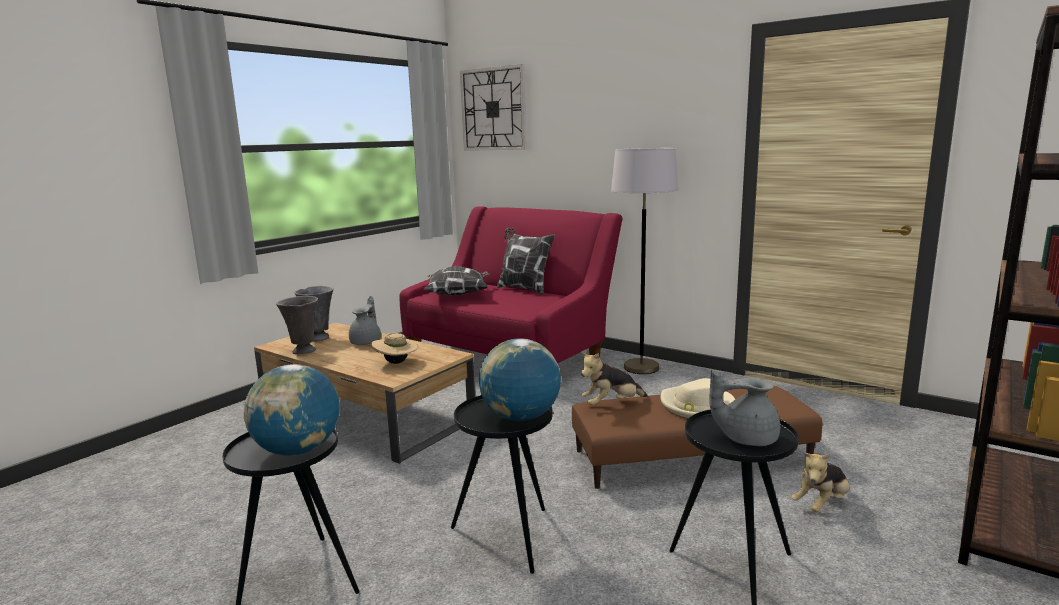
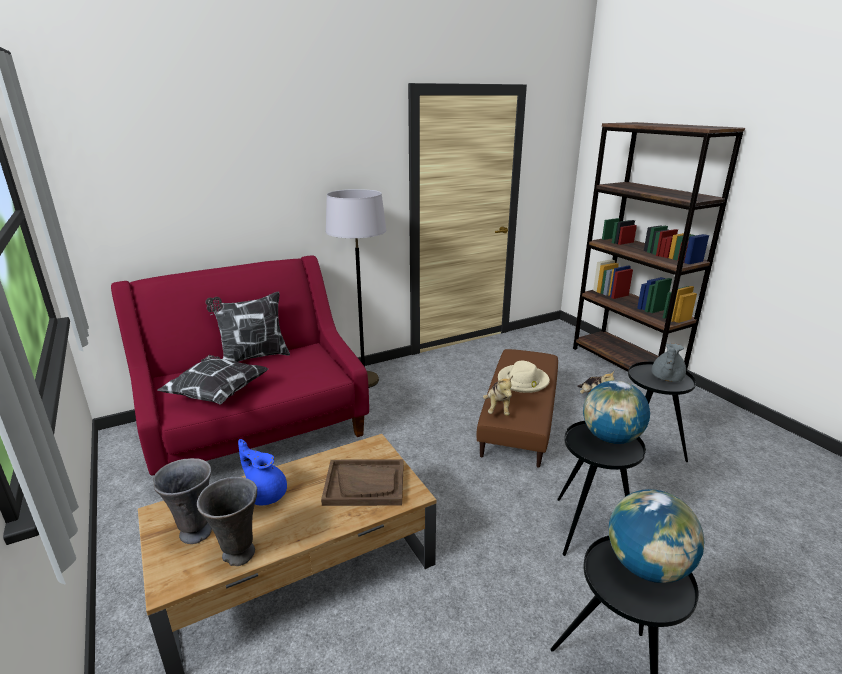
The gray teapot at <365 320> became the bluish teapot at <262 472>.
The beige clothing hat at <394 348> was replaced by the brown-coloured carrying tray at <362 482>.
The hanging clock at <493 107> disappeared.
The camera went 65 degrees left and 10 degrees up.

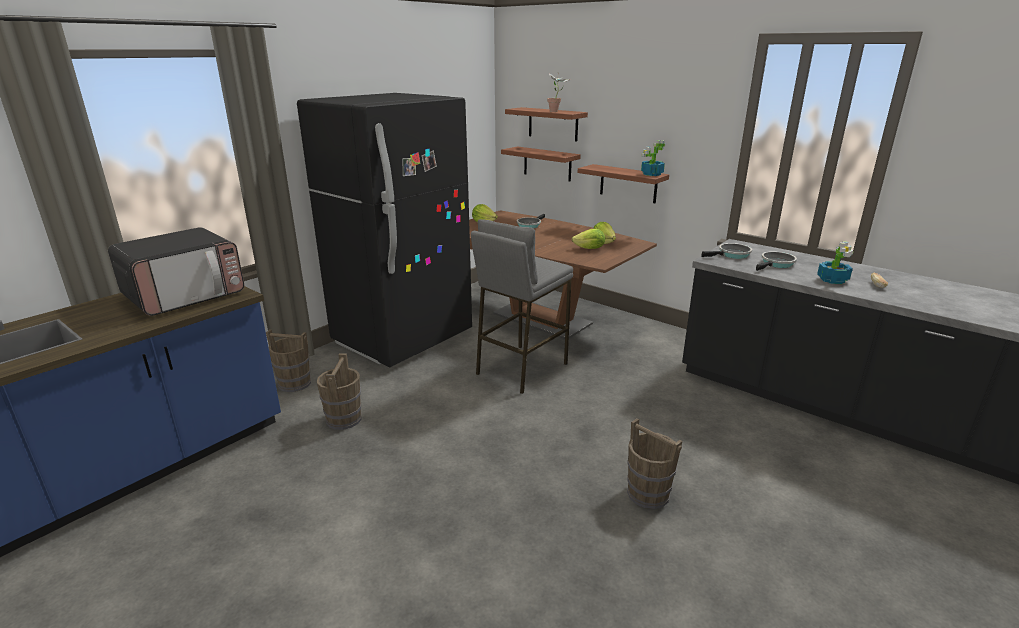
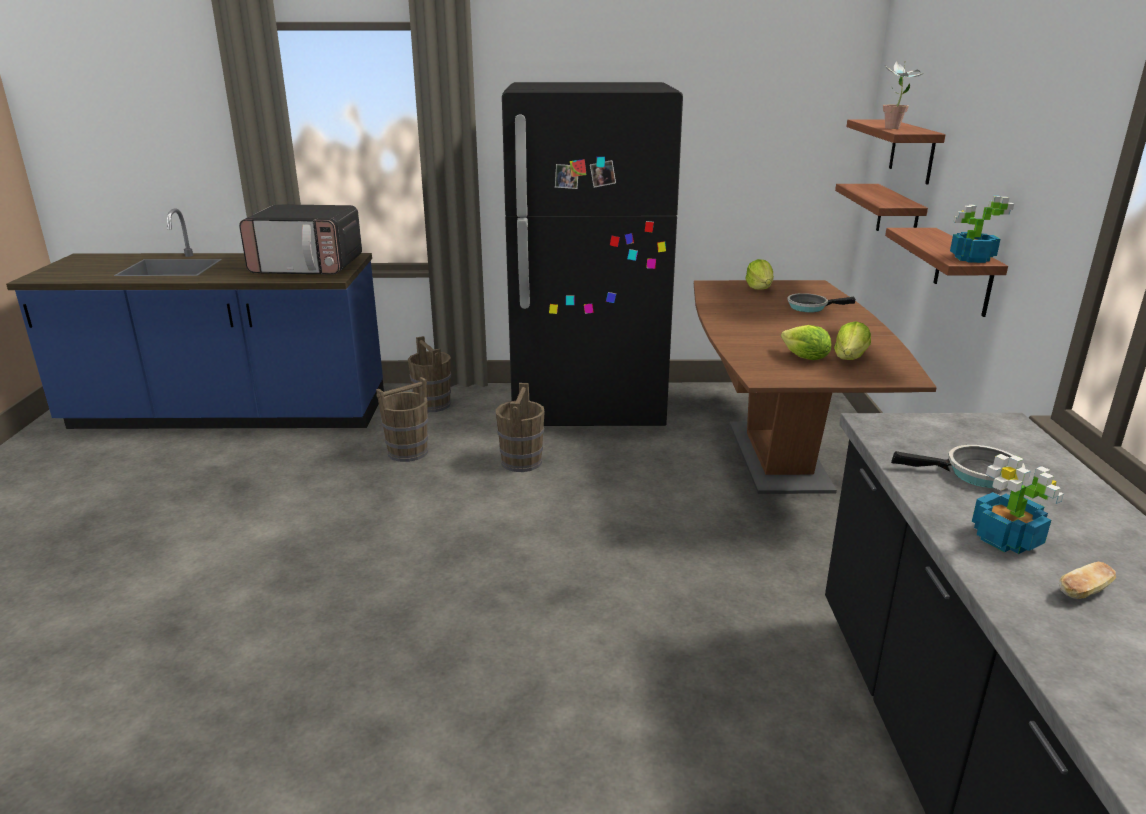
The brown-coloured pail moved from <655 463> to <520 427>.
The gray stool seat at <522 306> disappeared.
The frying pan at <726 251> disappeared.
The camera went 50 degrees right and 0 degrees up.

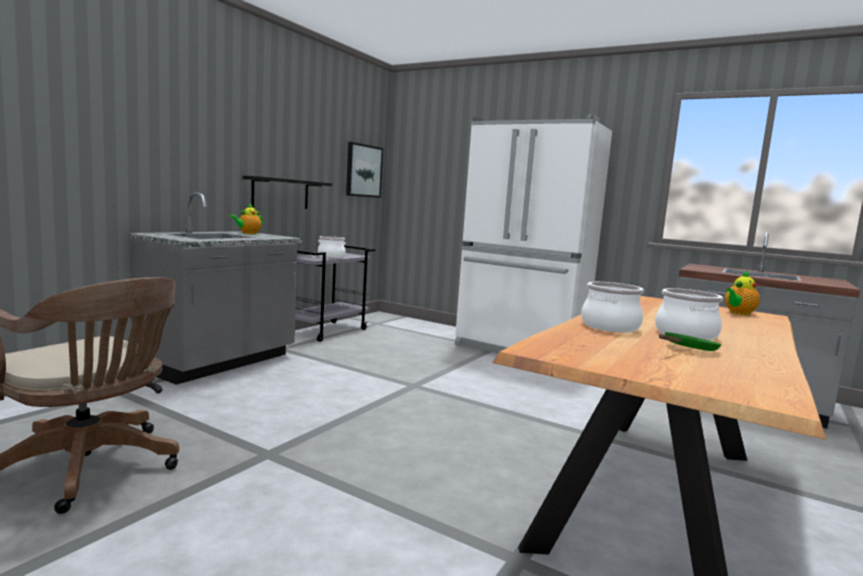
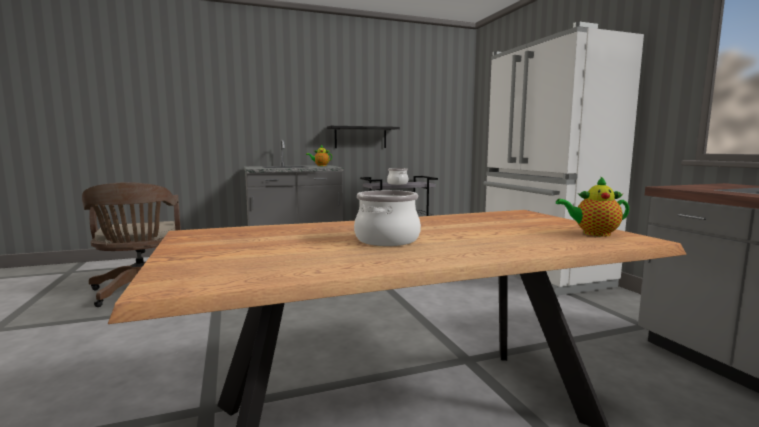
The picture at <364 170> disappeared.
The saucepot at <612 307> disappeared.
The green-coloured frying pan at <690 341> disappeared.
The camera went 40 degrees right and 0 degrees up.

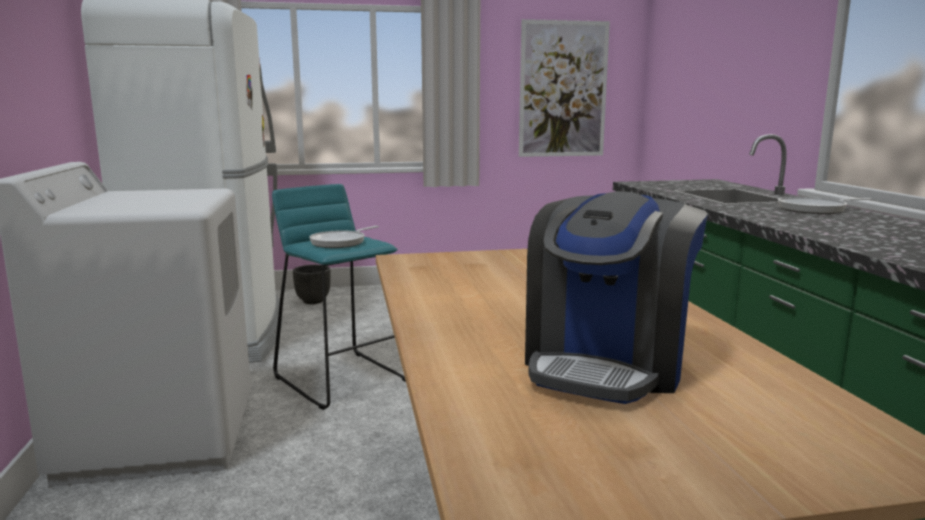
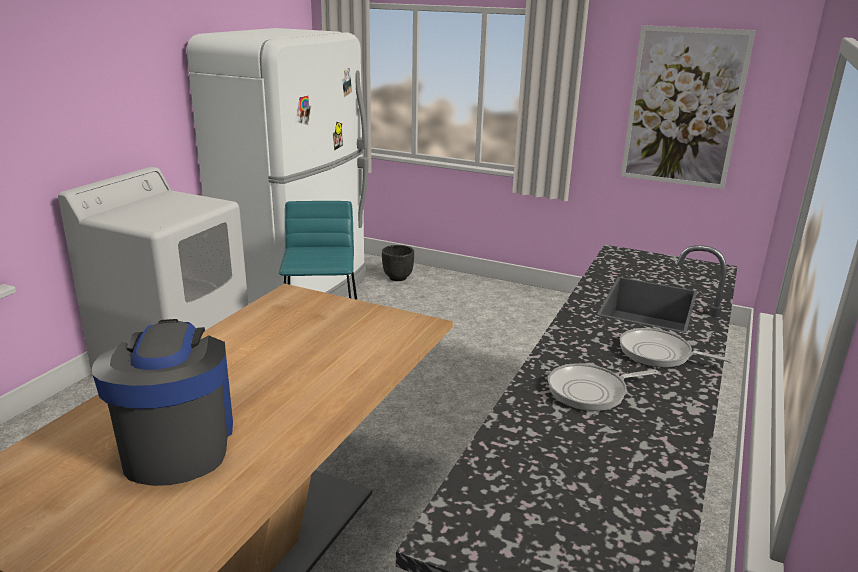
The coffee brewer at <616 297> turned 105 degrees clockwise.
The frying pan moved from <344 237> to <603 387>.
The camera went 35 degrees right and 10 degrees up.

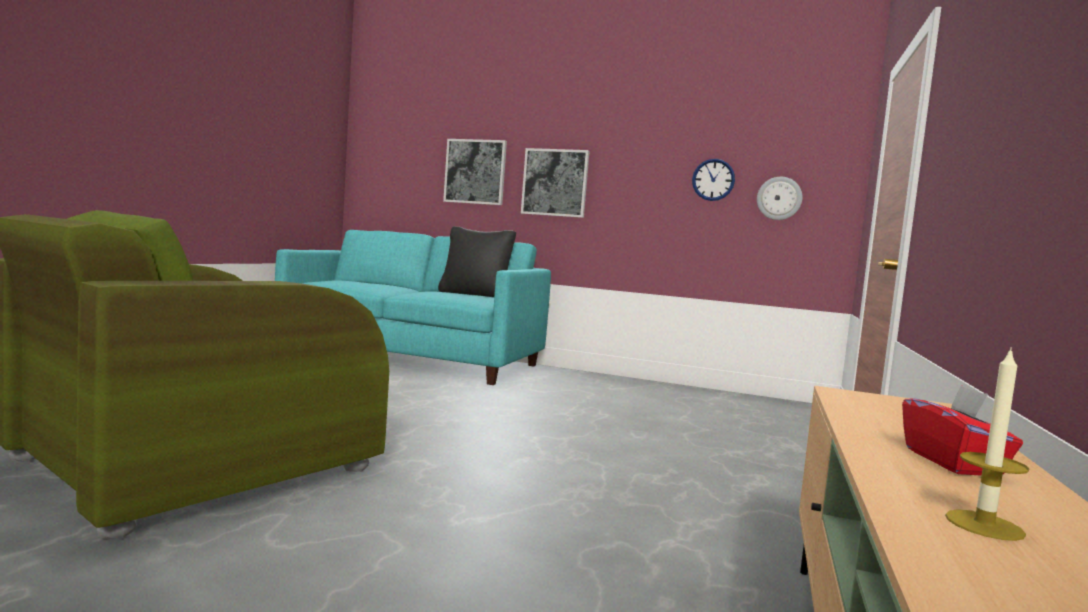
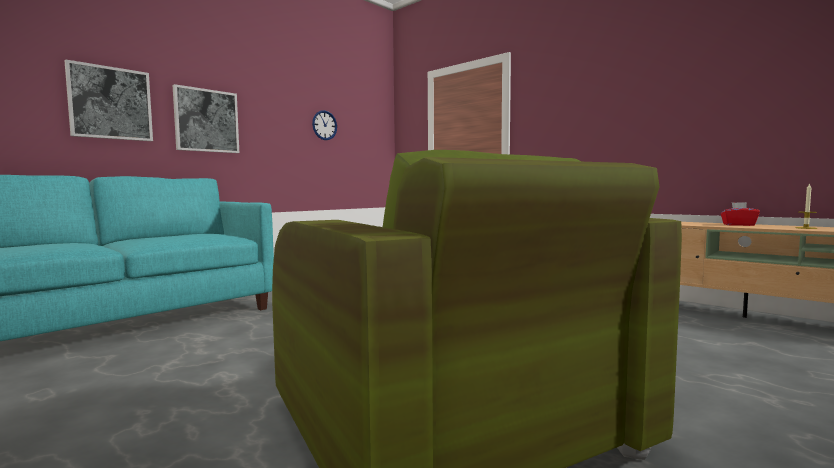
The black throw pillow at <477 261> disappeared.
The hanging clock at <779 198> disappeared.
The camera went 65 degrees left and 0 degrees up.

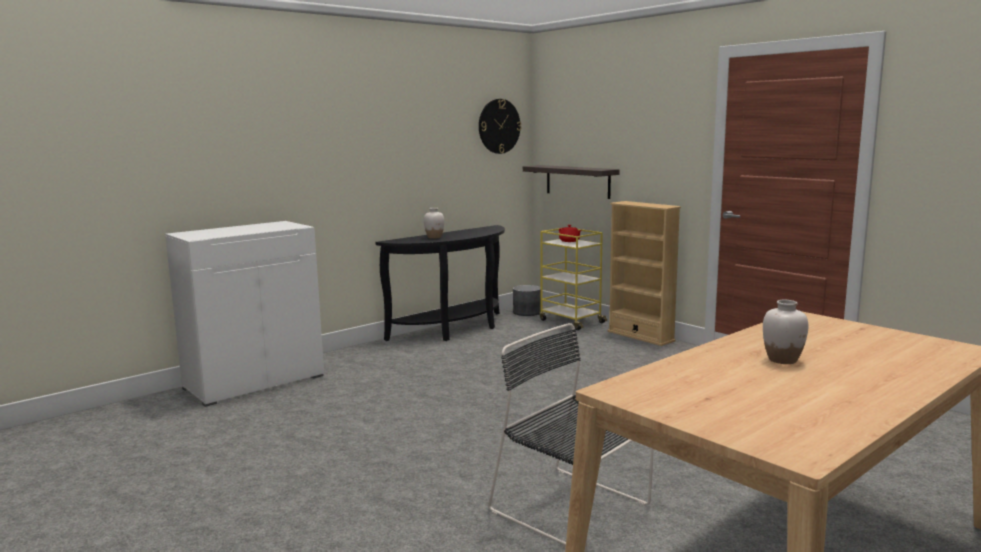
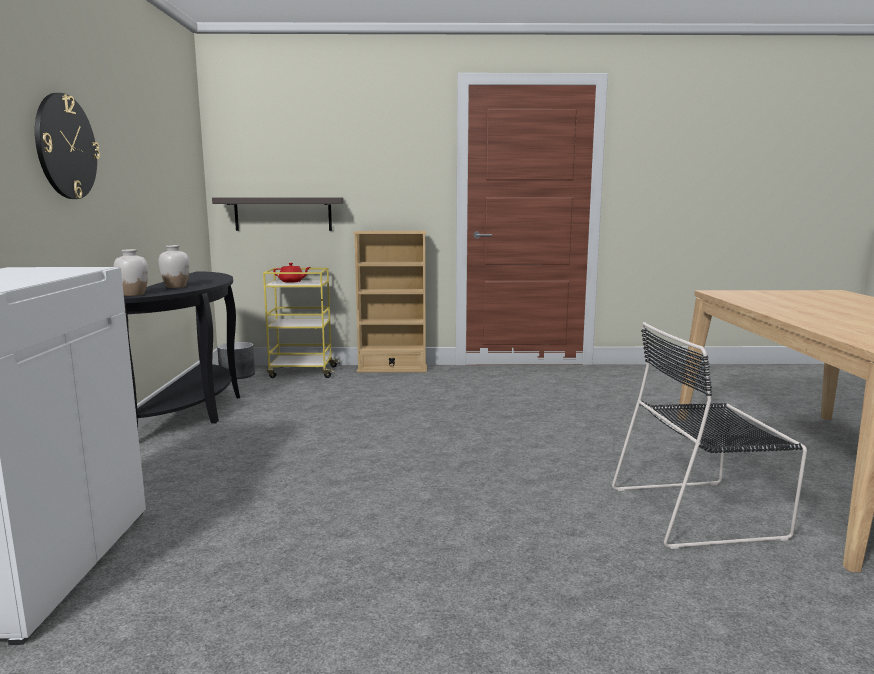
The hanging clock moved from <500 126> to <67 146>.
The white-coloured flower vase moved from <785 332> to <131 272>.
The camera went 50 degrees left and 0 degrees up.

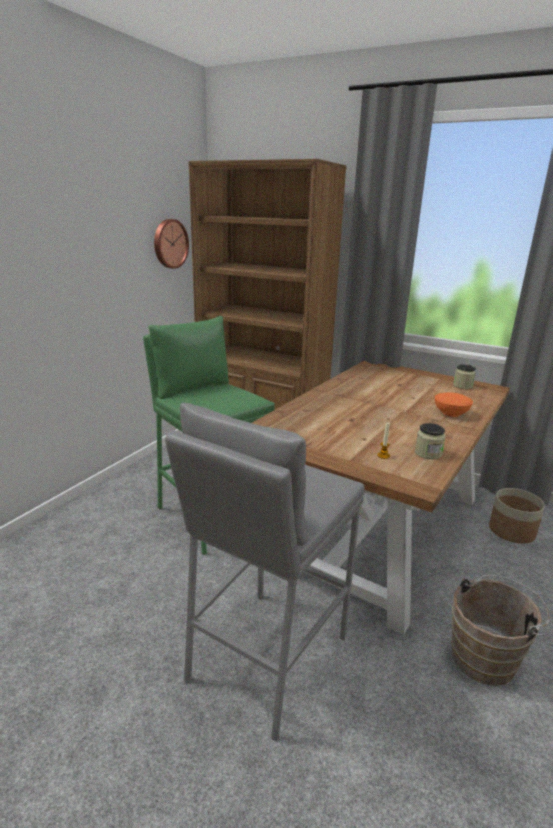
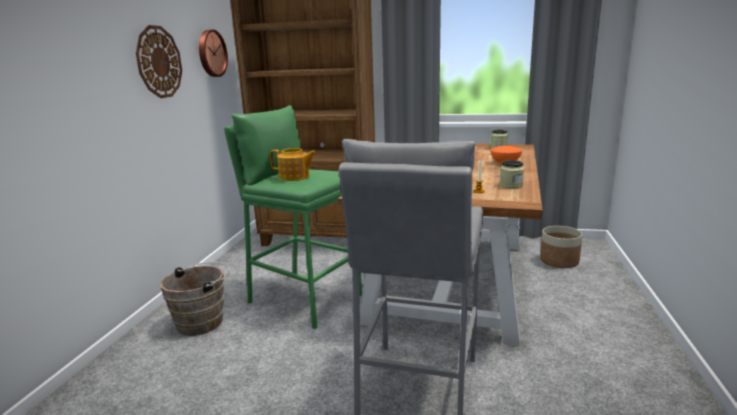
The hanging clock at <159 61> appeared.
The brown-coloured pail moved from <500 630> to <195 299>.
The teapot at <293 164> appeared.
The camera went 15 degrees left and 5 degrees down.

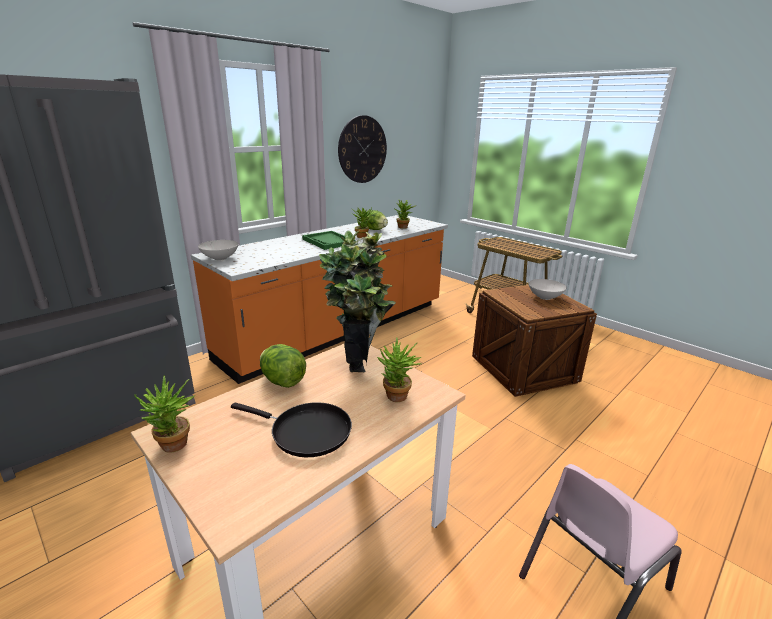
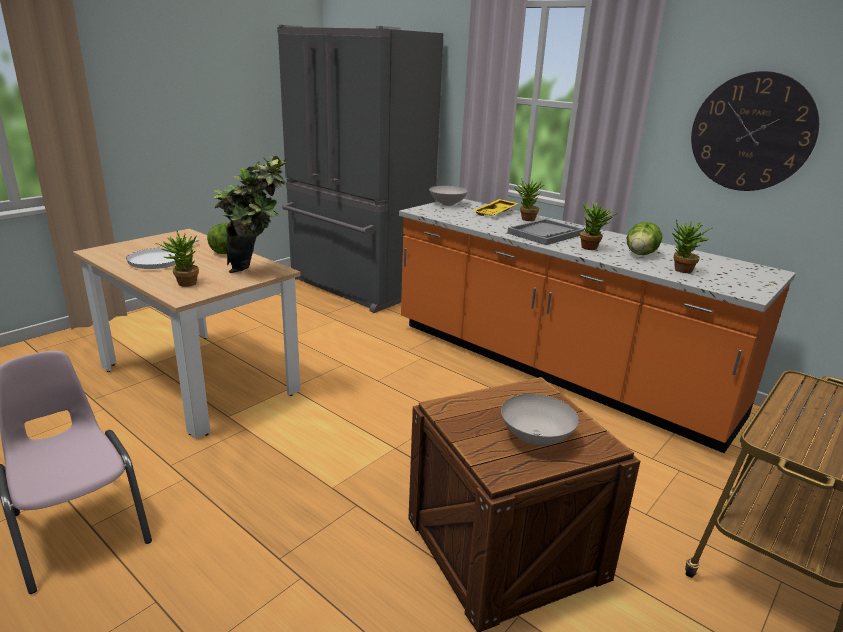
The black frying pan at <291 429> became the white-coloured frying pan at <162 254>.
The yellow-coloured carrying tray at <496 207> appeared.
The green-coloured carrying tray at <329 240> became the gray carrying tray at <546 232>.
The potted plant moved from <165 414> to <528 199>.
The camera went 85 degrees right and 0 degrees up.

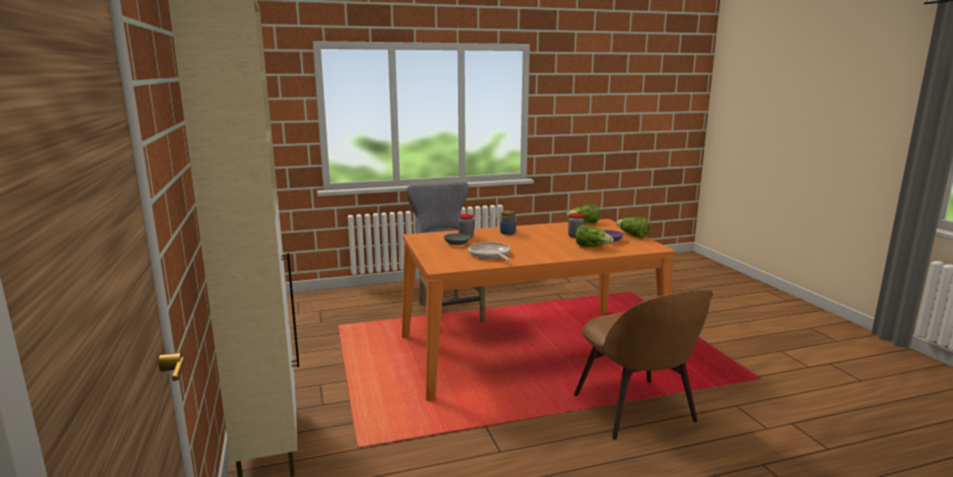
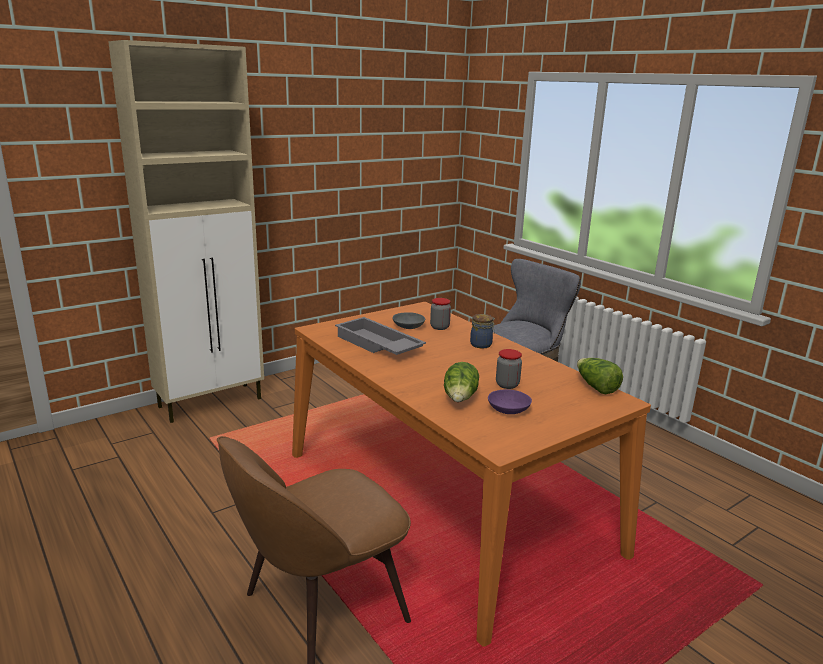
The frying pan at <489 251> was replaced by the gray carrying tray at <380 336>.
The head of lettuce at <633 227> disappeared.
The camera went 70 degrees right and 5 degrees up.

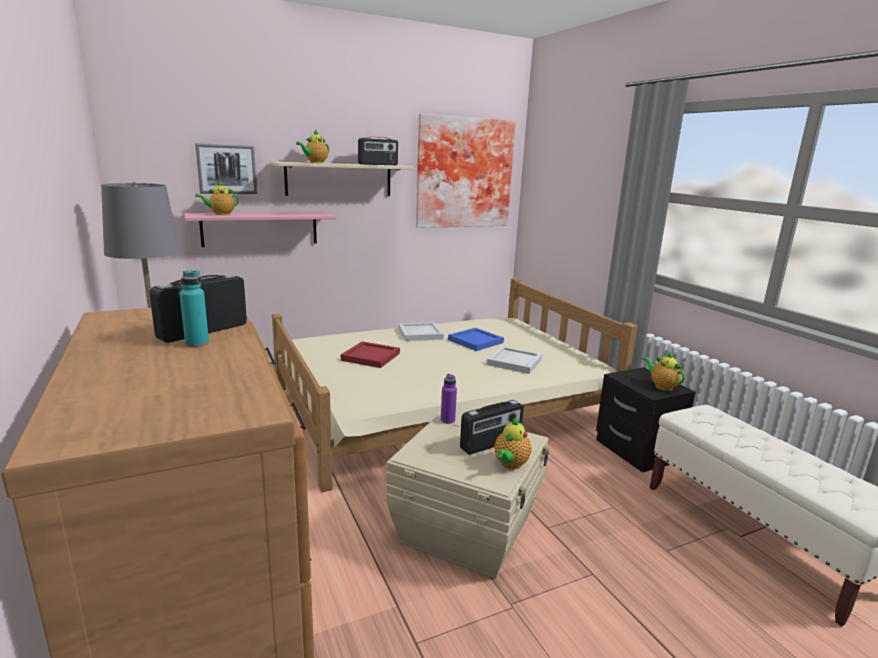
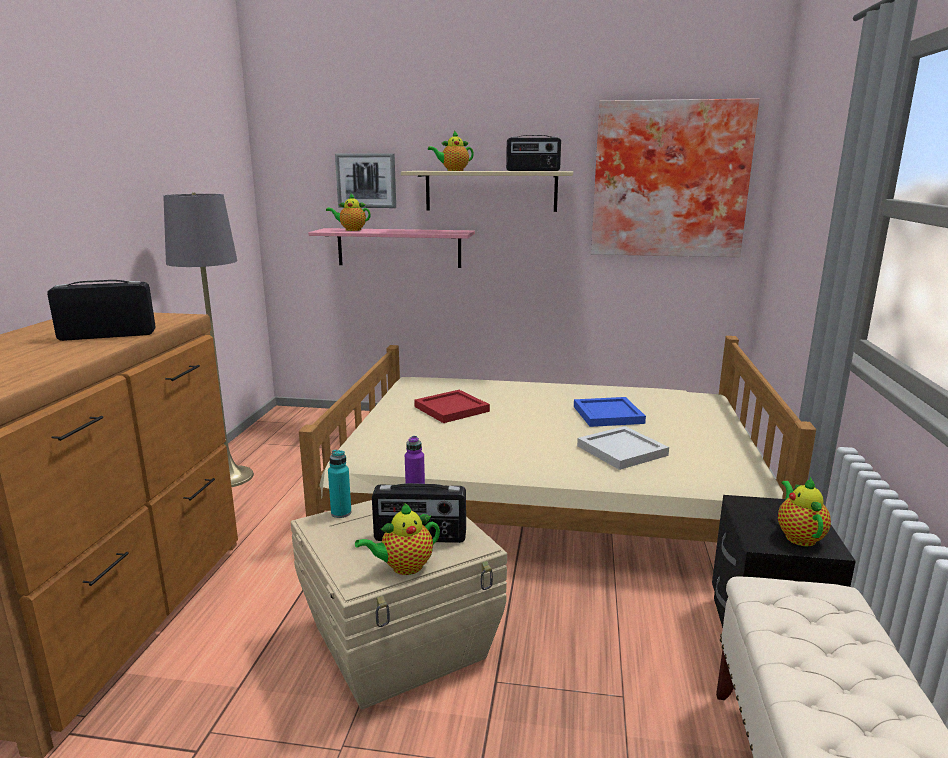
The turquoise drink bottle moved from <194 308> to <339 484>.
The white-coloured carrying tray at <421 331> disappeared.
The camera went 35 degrees right and 0 degrees up.

